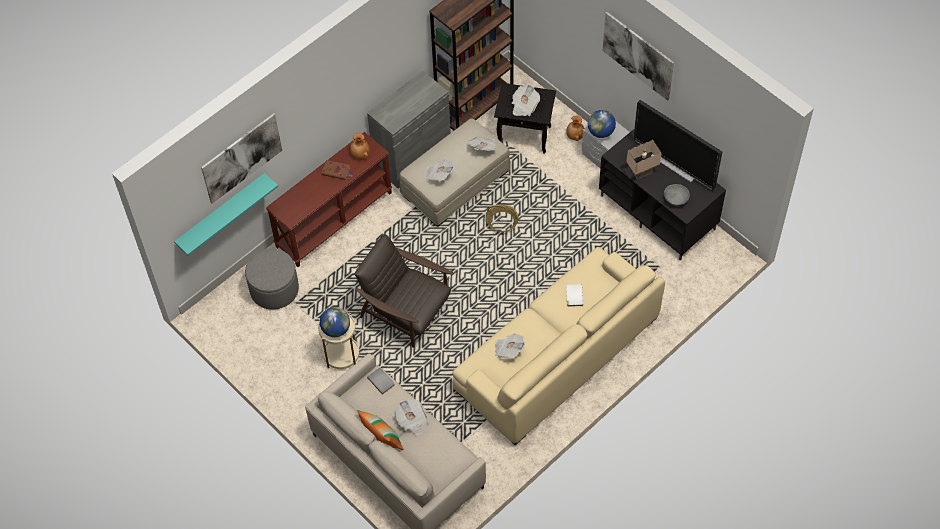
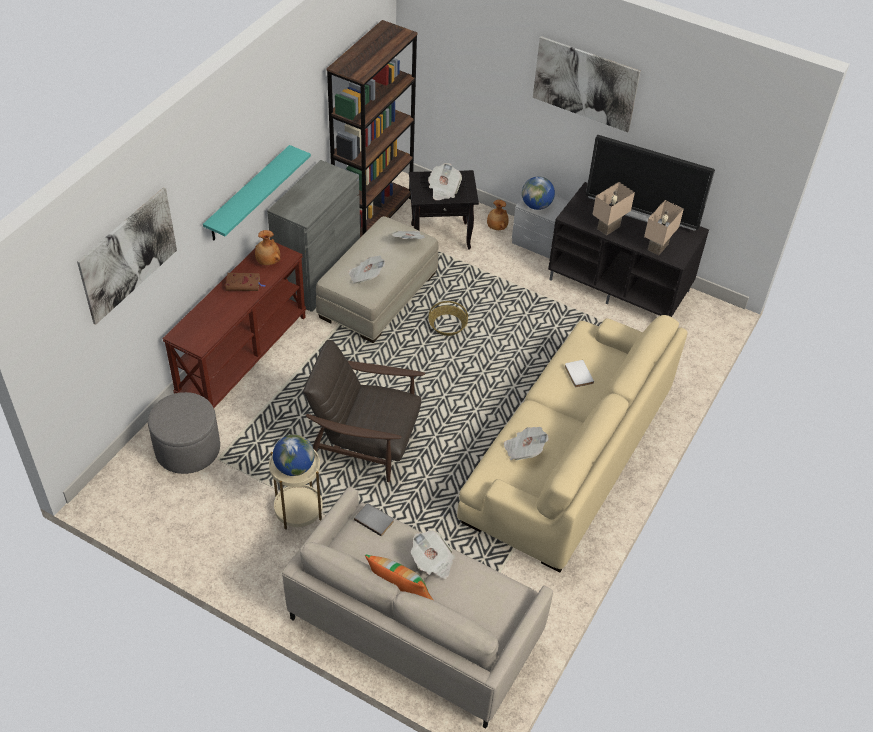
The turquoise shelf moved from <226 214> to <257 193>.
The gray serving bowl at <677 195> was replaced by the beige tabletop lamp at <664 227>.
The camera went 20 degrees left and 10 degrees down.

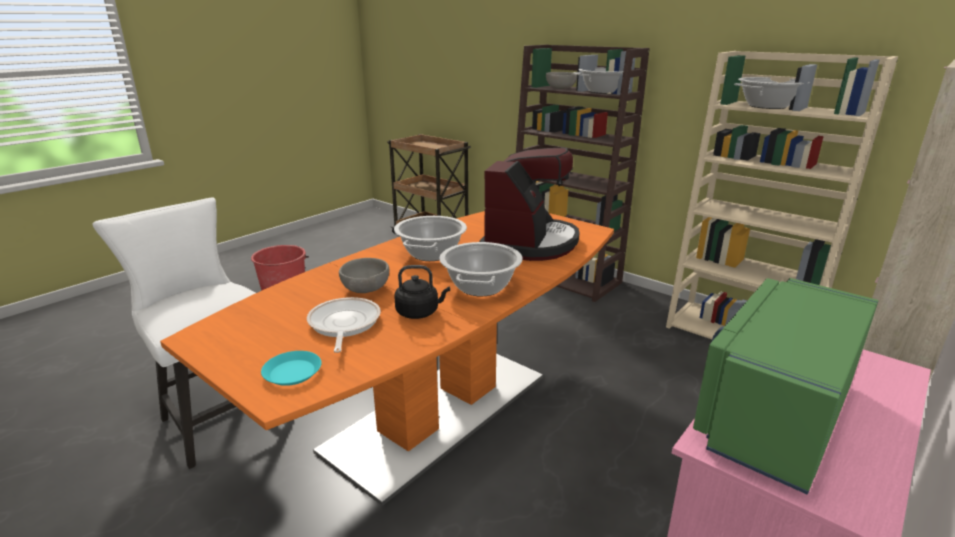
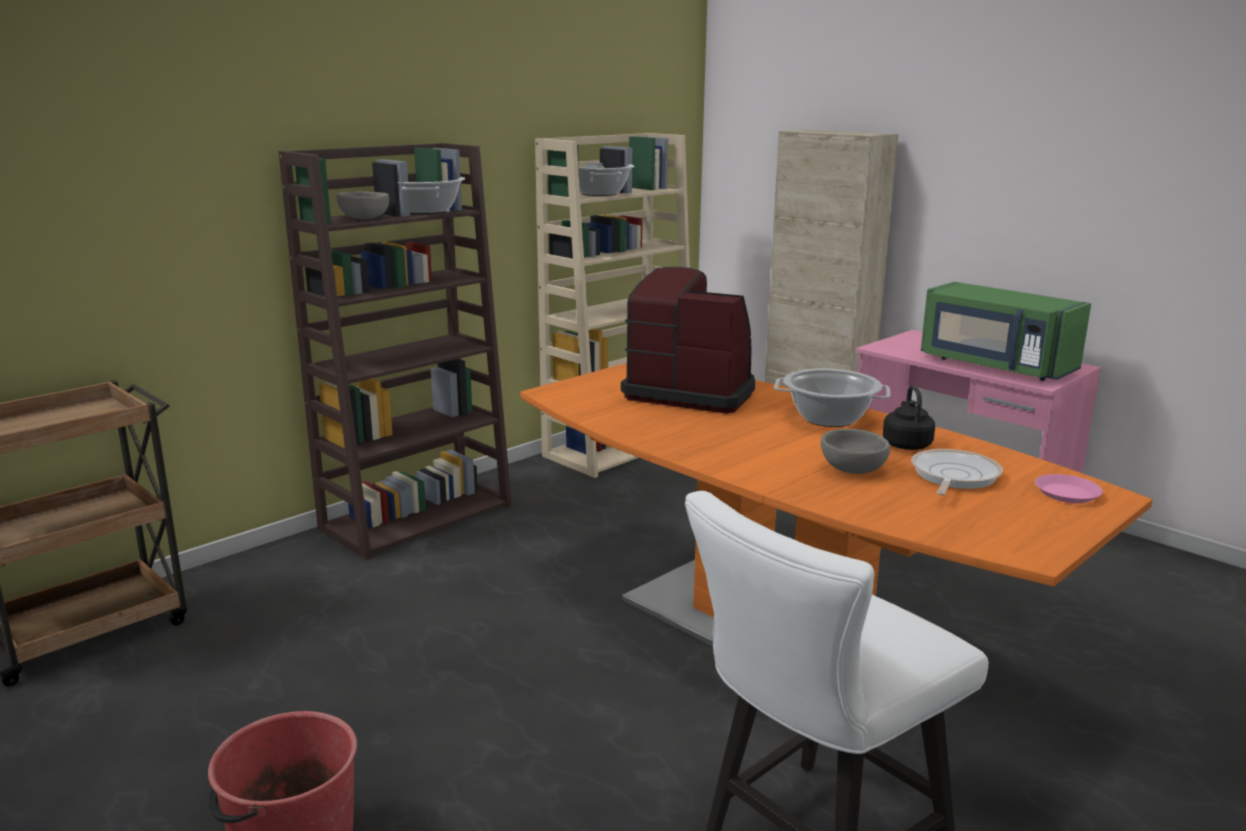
The frying pan at <344 325> turned 120 degrees clockwise.
The turquoise plate at <291 368> became the pink-coloured plate at <1069 488>.
The saucepot at <430 238> disappeared.
The camera went 85 degrees left and 5 degrees down.

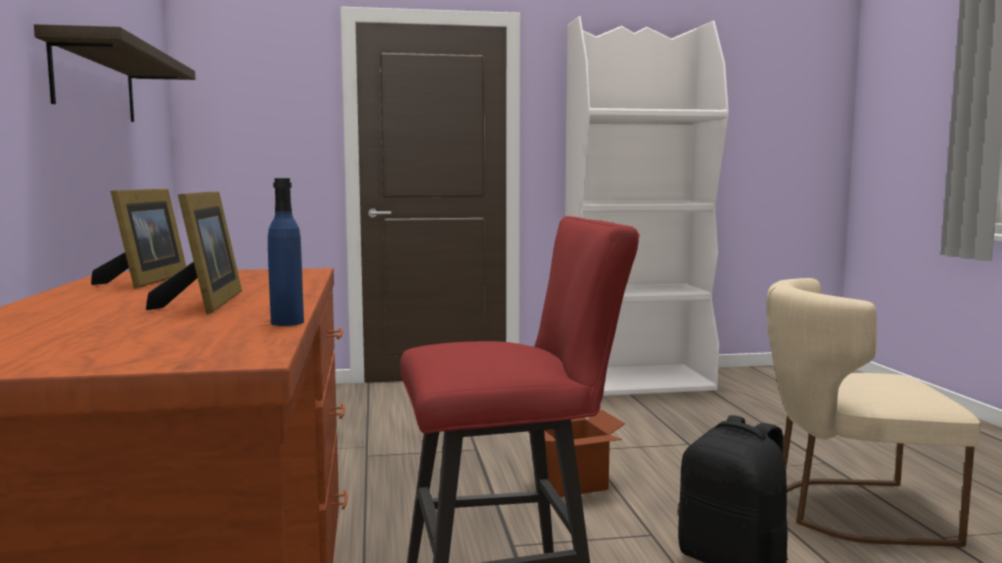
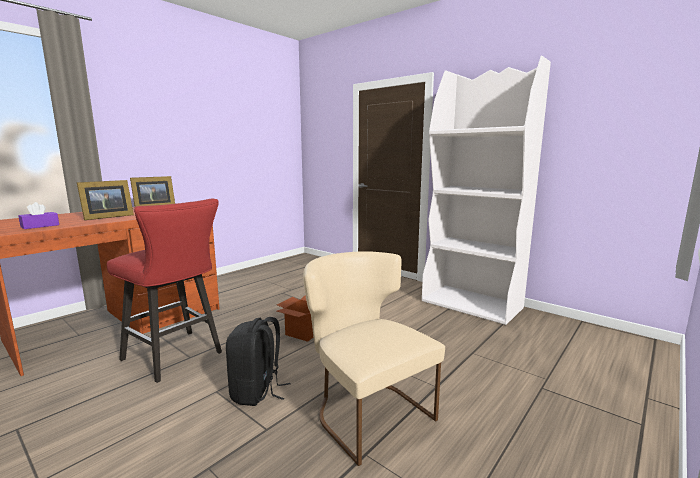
The purple-coloured tissue holder at <38 215> appeared.
The shelf at <114 73> disappeared.
The bluish drink bottle at <286 252> disappeared.
The camera went 50 degrees right and 5 degrees up.

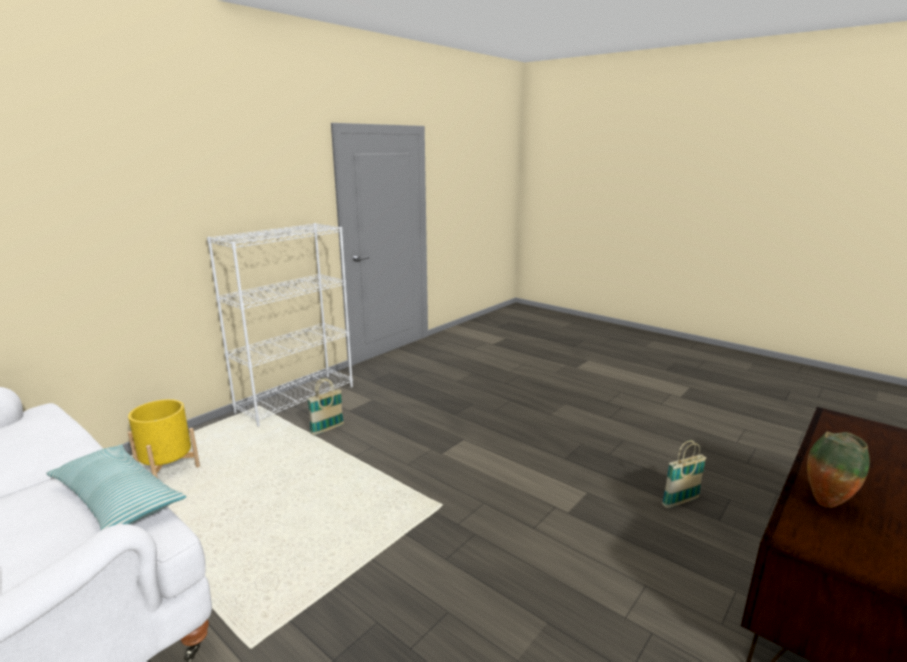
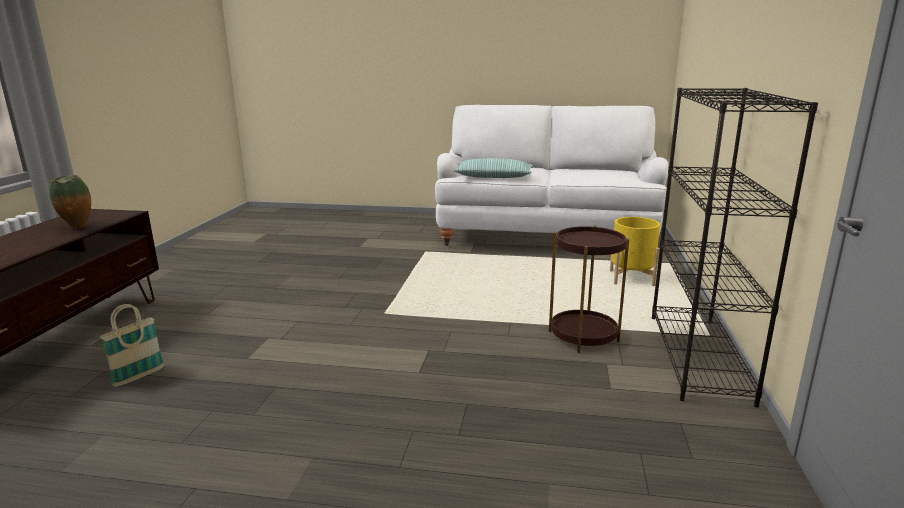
The household basket at <326 406> was replaced by the brown-coloured accent table at <589 289>.
The white-coloured bookshelf at <280 324> became the black bookshelf at <735 248>.
The camera went 150 degrees right and 0 degrees up.

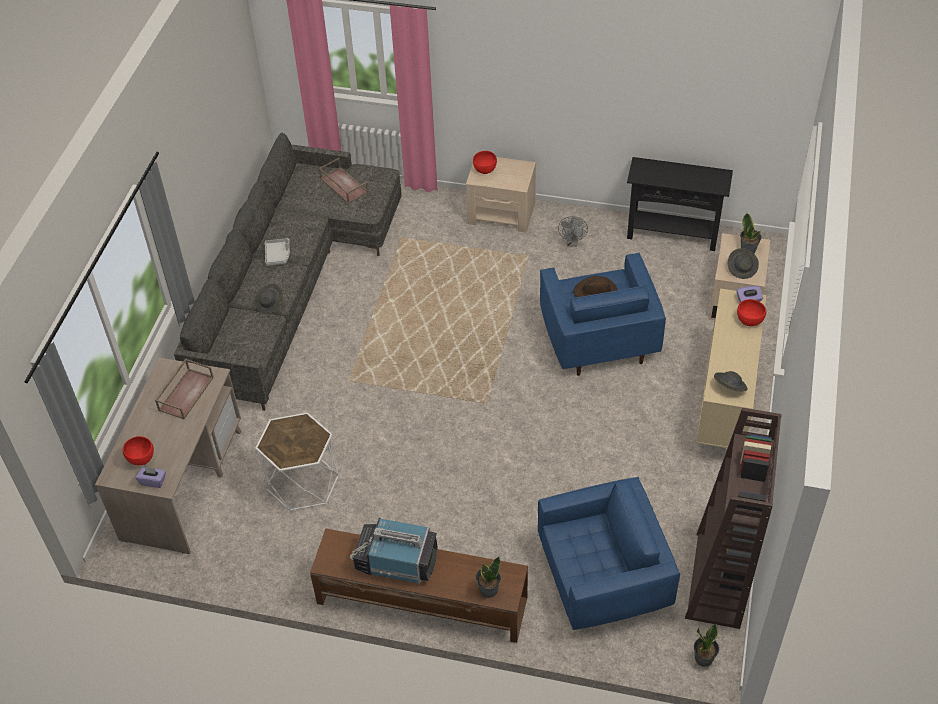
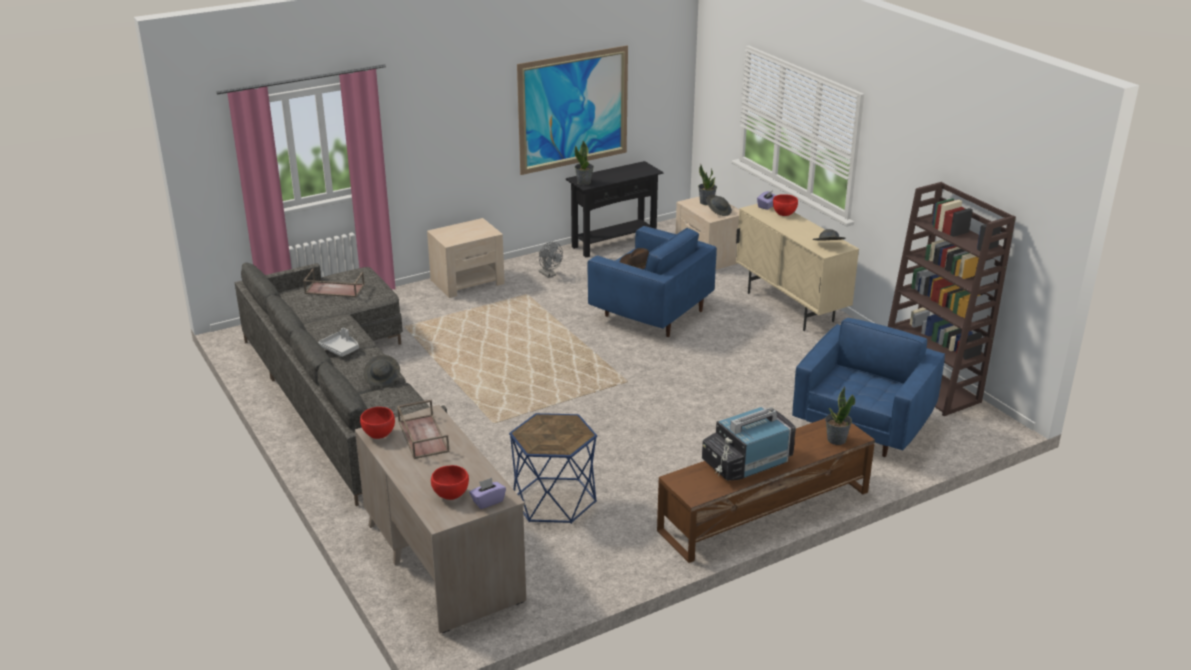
The red serving bowl moved from <485 162> to <377 423>.
The white-coloured accent table at <297 462> became the bluish accent table at <553 468>.
The picture at <572 110> appeared.
The potted plant moved from <706 645> to <584 162>.
The camera went 45 degrees left and 20 degrees down.

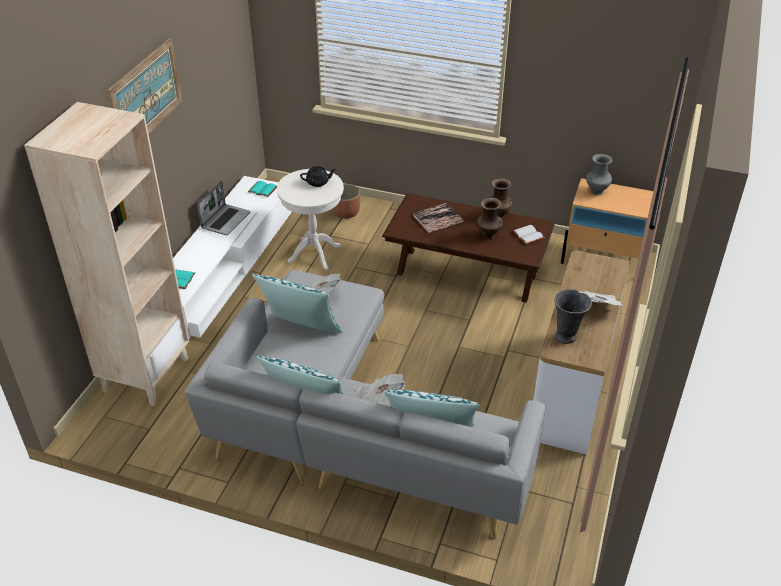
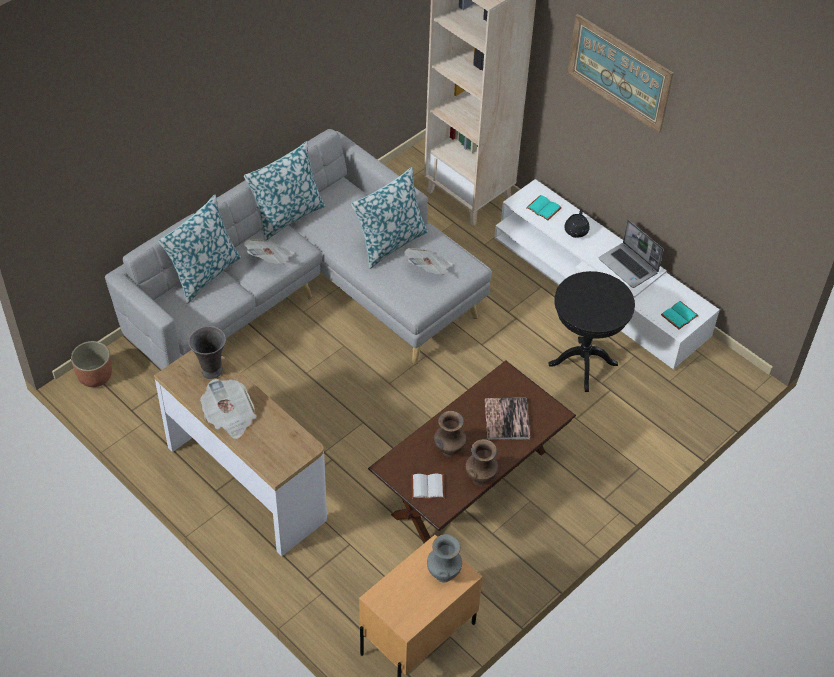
The plant pot moved from <346 201> to <91 364>.
The white-coloured accent table at <310 219> became the black accent table at <591 331>.
The black teapot moved from <318 176> to <577 224>.
The camera went 115 degrees right and 10 degrees up.

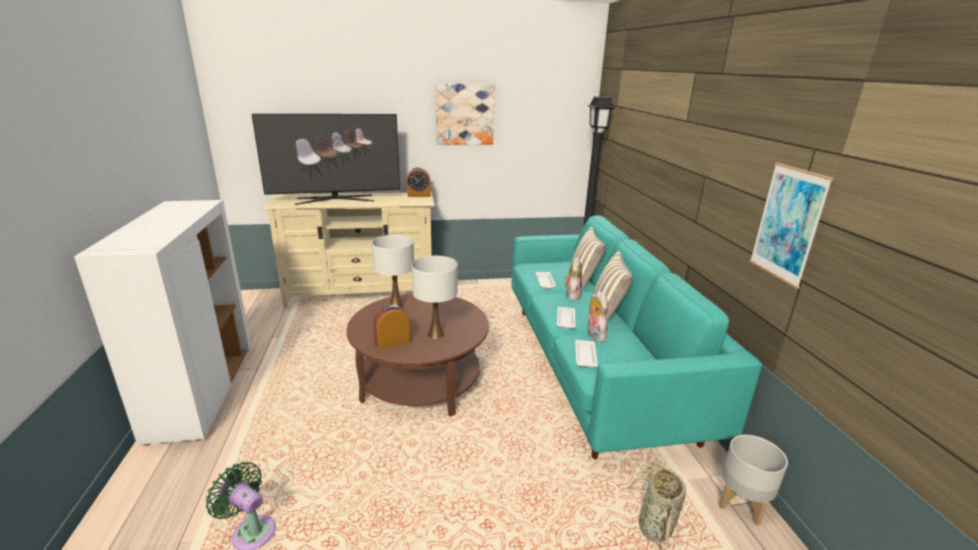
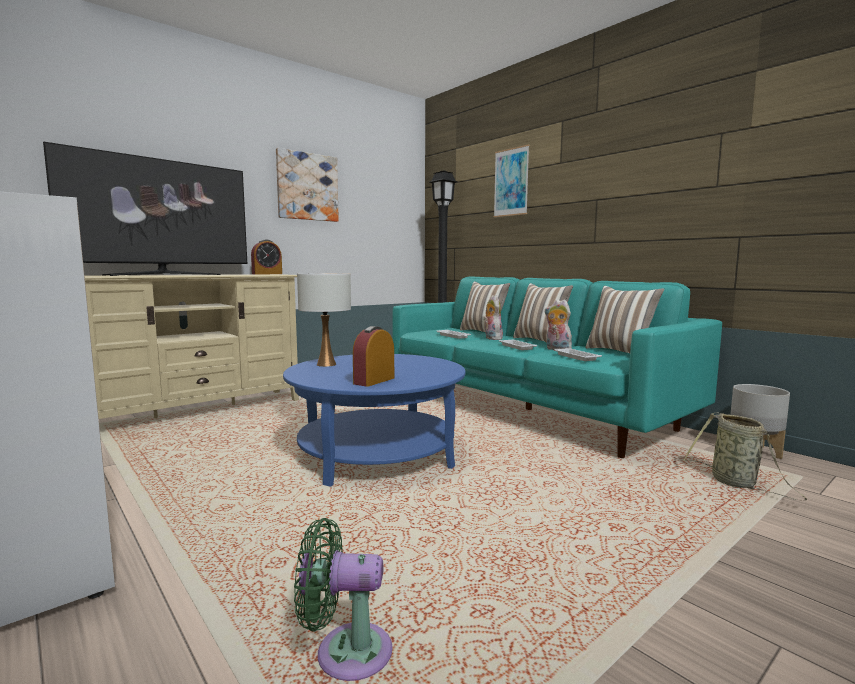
The brown-coloured coffee table at <418 354> became the bluish coffee table at <374 420>.
The picture moved from <791 225> to <512 180>.
The throw pillow at <624 319> appeared.
The white-coloured tabletop lamp at <435 297> disappeared.
The camera went 30 degrees left and 15 degrees down.

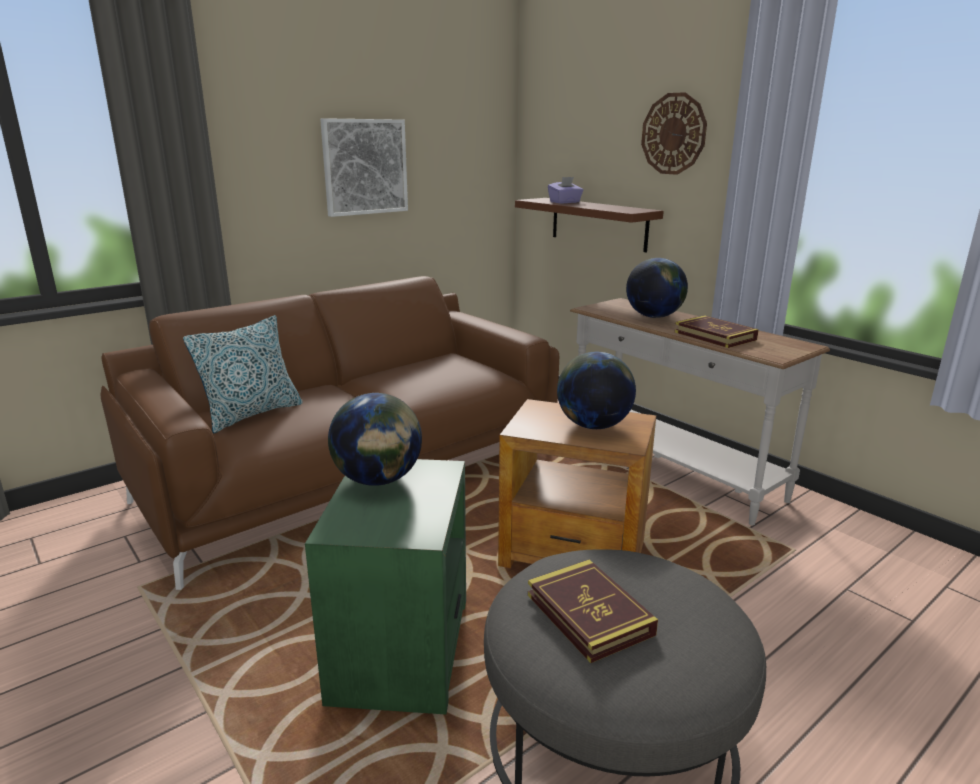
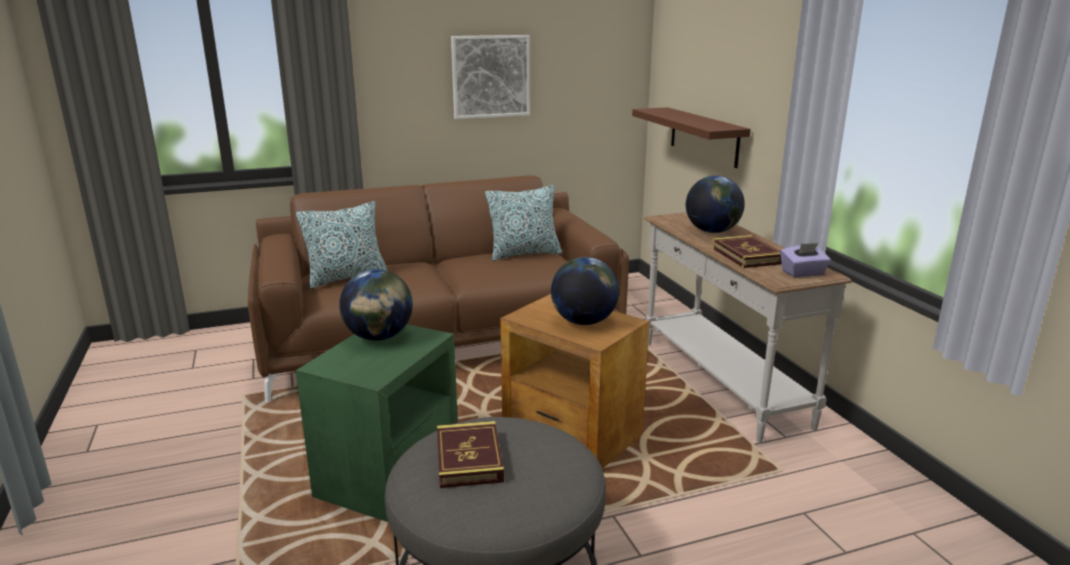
The throw pillow at <523 223> appeared.
The purple-coloured tissue holder moved from <566 190> to <805 260>.
The hanging clock at <674 133> disappeared.
The camera went 20 degrees right and 0 degrees up.

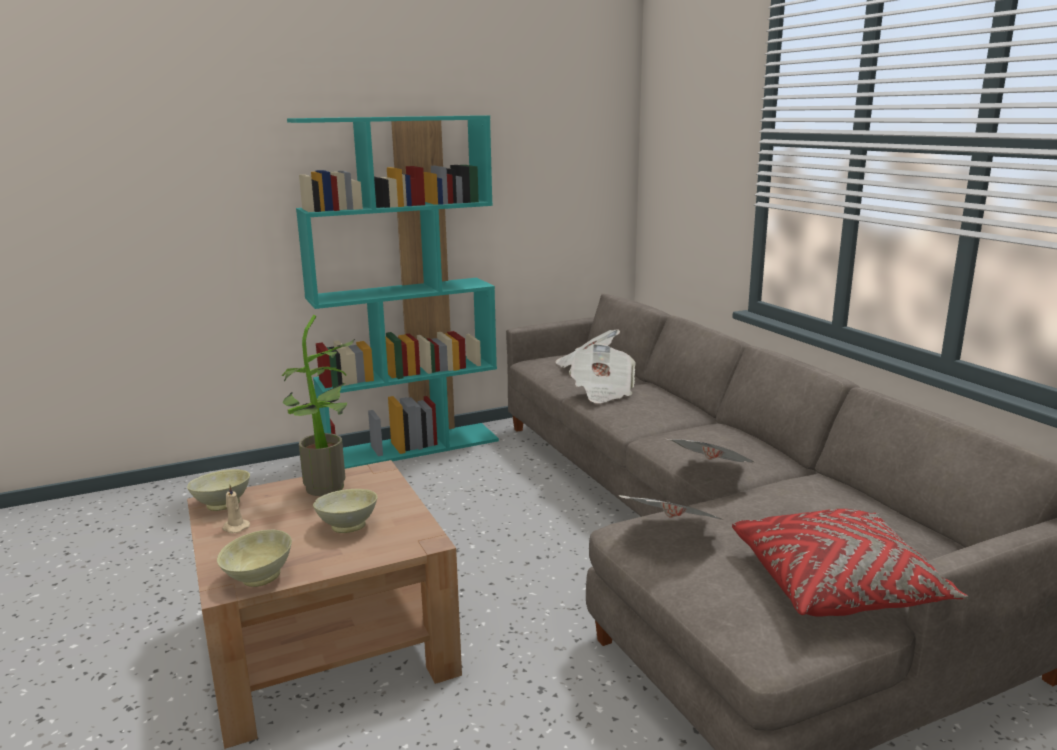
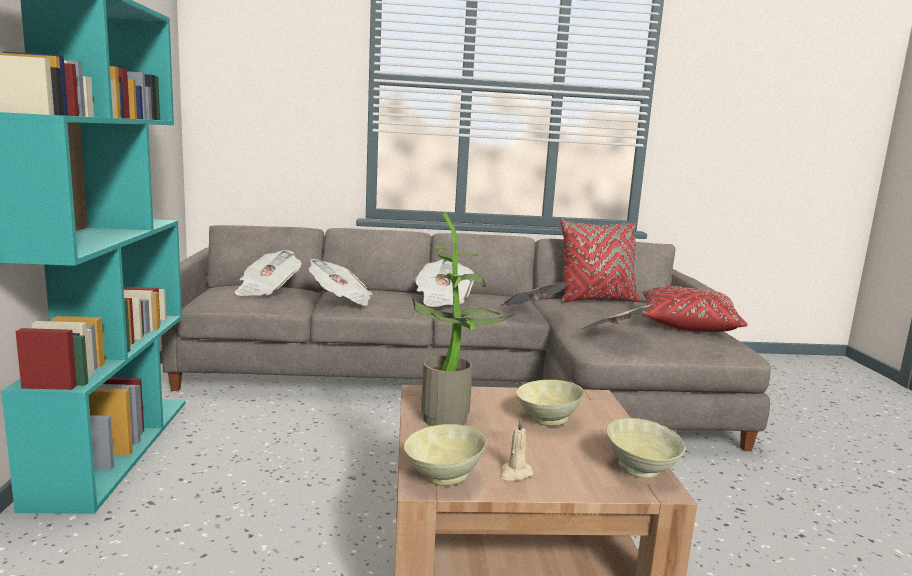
The newspaper at <444 283> appeared.
The red throw pillow at <599 261> appeared.
The camera went 70 degrees left and 5 degrees down.

